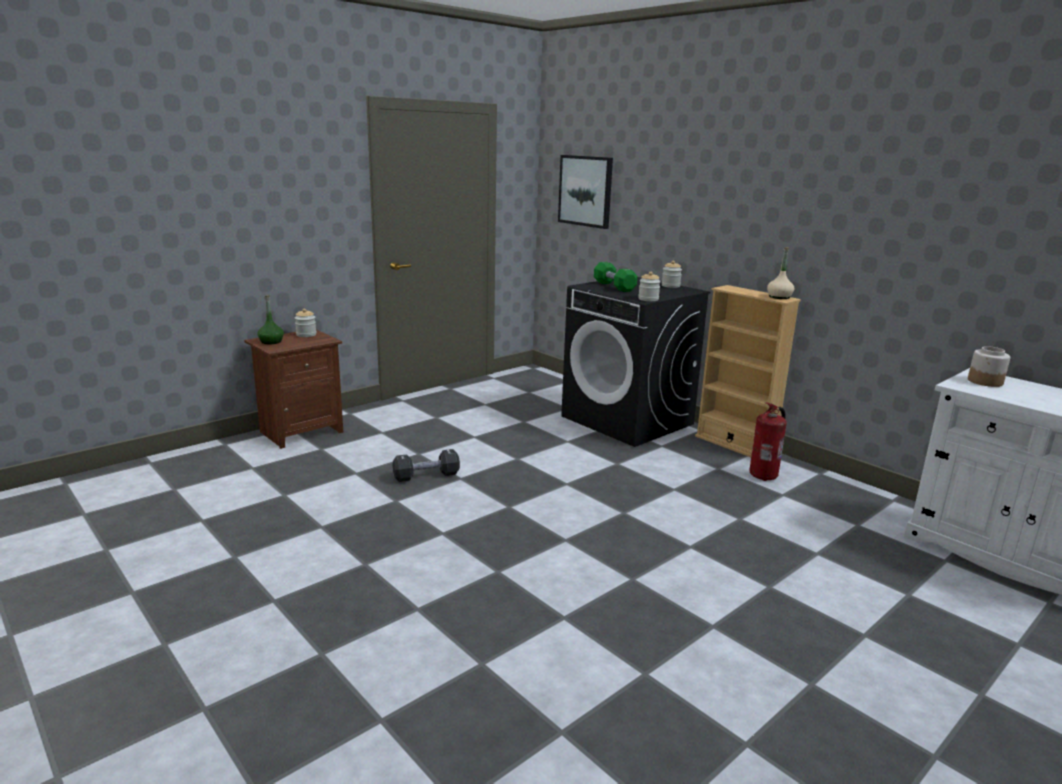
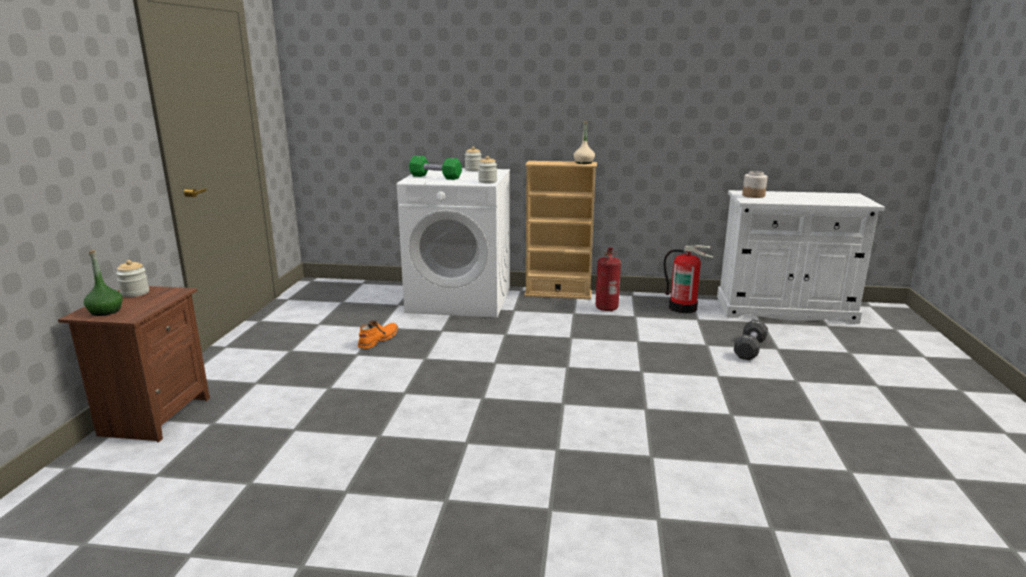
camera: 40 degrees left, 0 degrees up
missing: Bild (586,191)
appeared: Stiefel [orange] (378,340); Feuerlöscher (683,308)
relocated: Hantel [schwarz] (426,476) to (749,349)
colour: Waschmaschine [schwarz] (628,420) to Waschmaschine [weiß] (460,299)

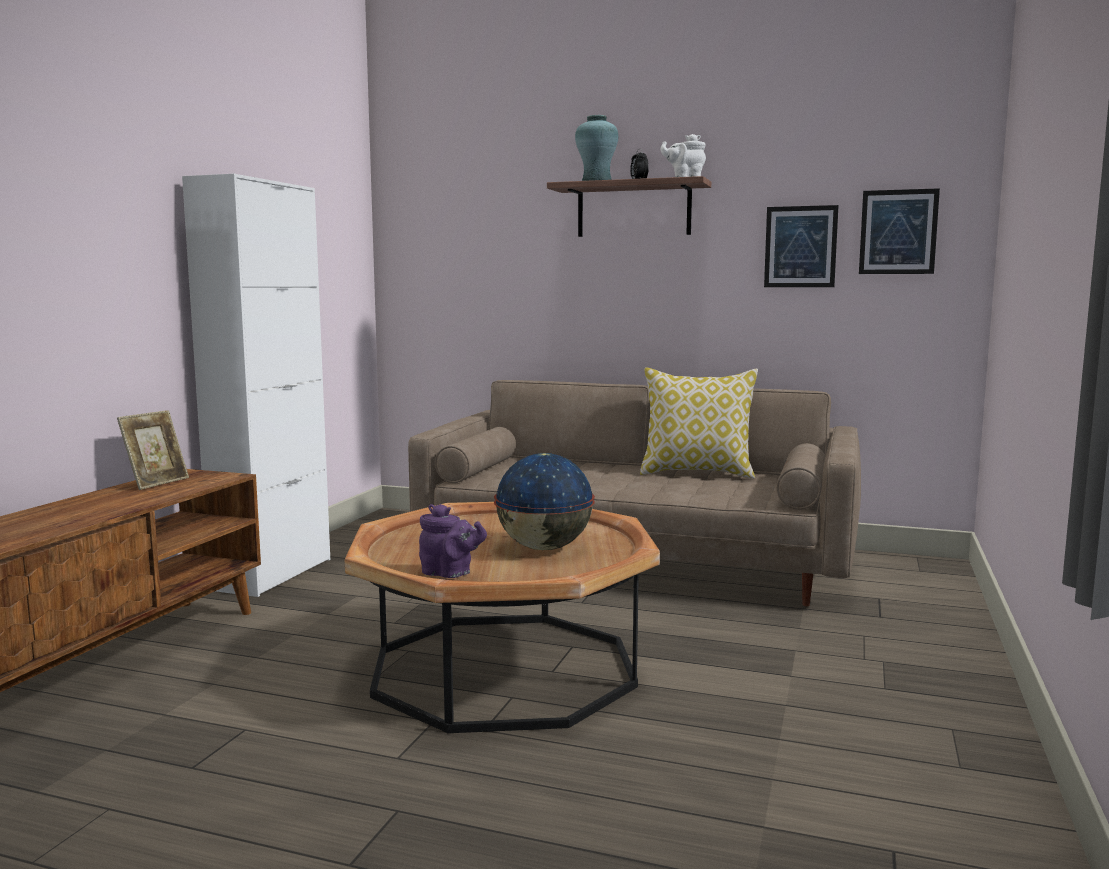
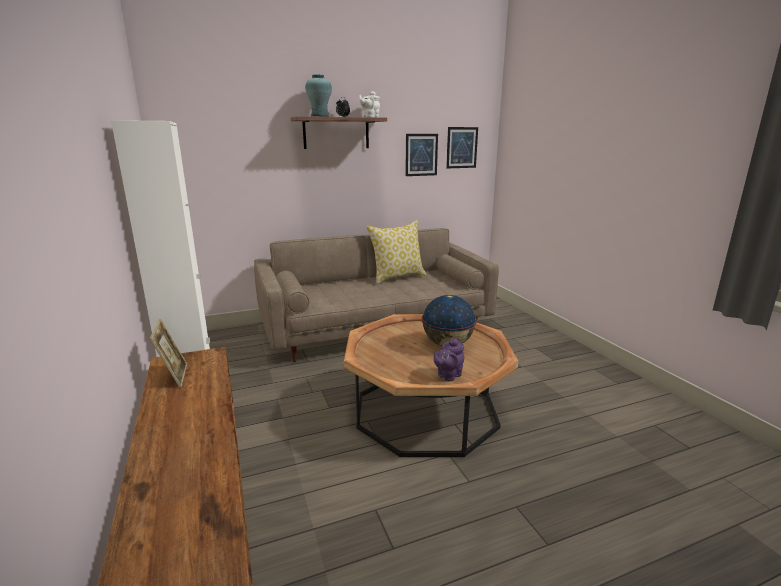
camera: 40 degrees left, 10 degrees up
spun: Teekanne [lila] (450,573) = (448,376) 150 degrees clockwise

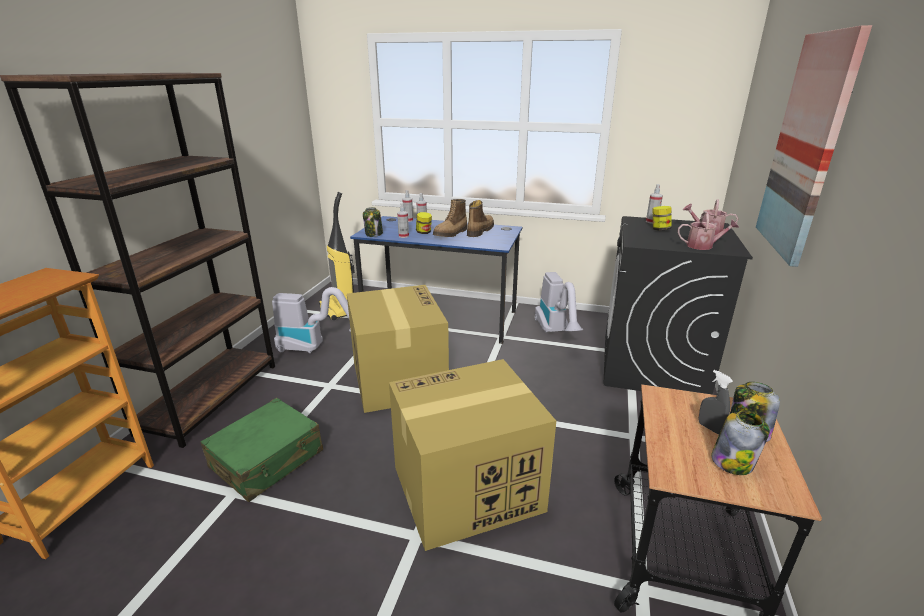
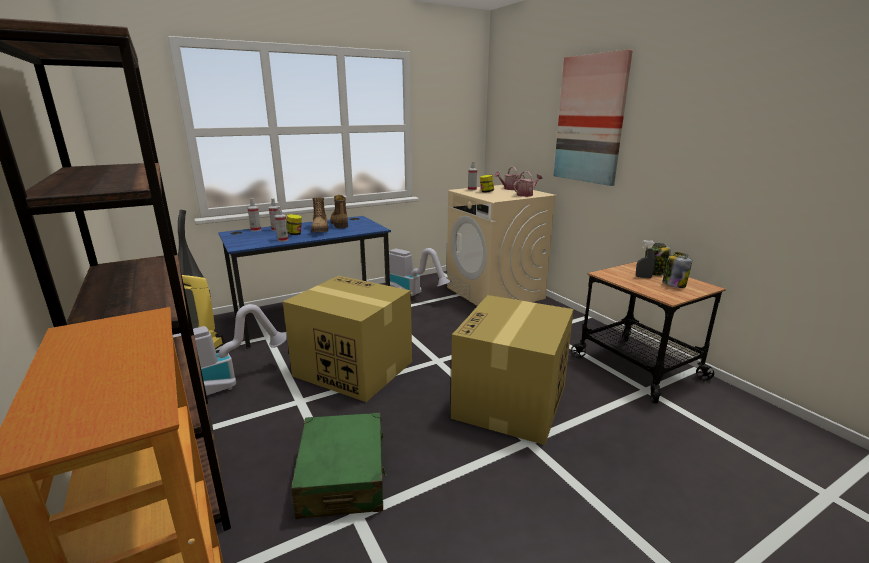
camera: 45 degrees left, 5 degrees down
missing: Vorratsglas (374,234)
colour: Waschmaschine [schwarz] (652,366) to Waschmaschine [beige] (495,293)

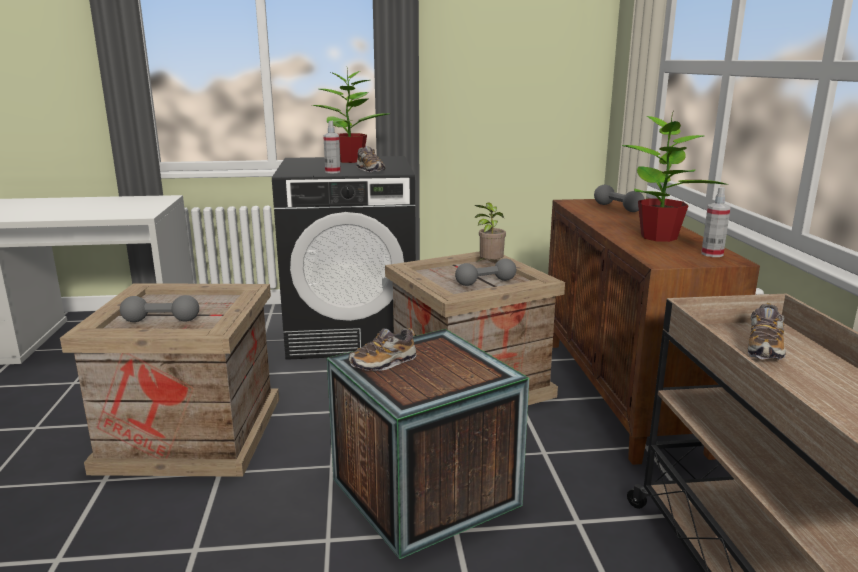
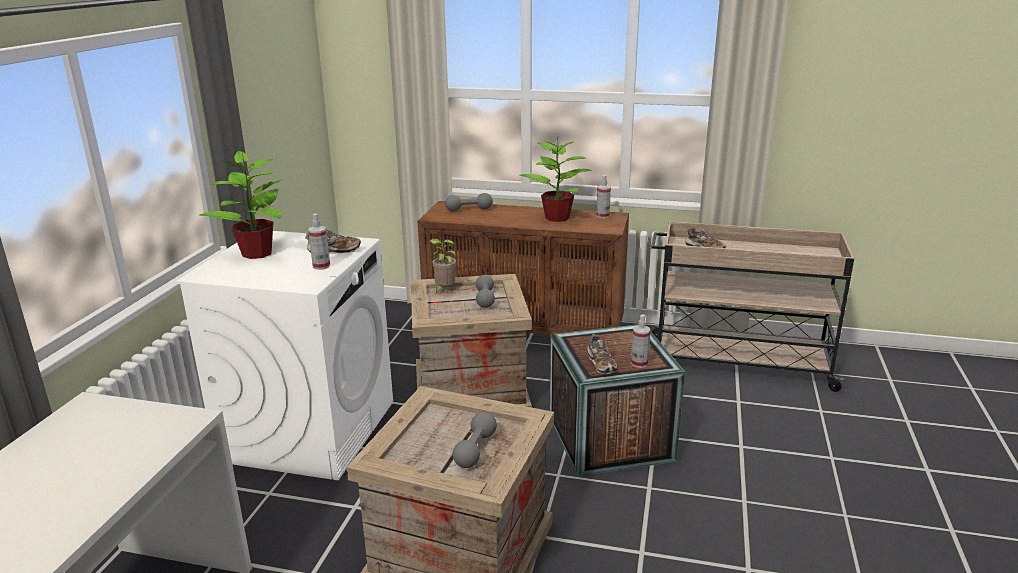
camera: 70 degrees left, 5 degrees up
appeared: Sprühflasche (639,363)
colour: Waschmaschine [schwarz] (352,333) to Waschmaschine [weiß] (309,430)

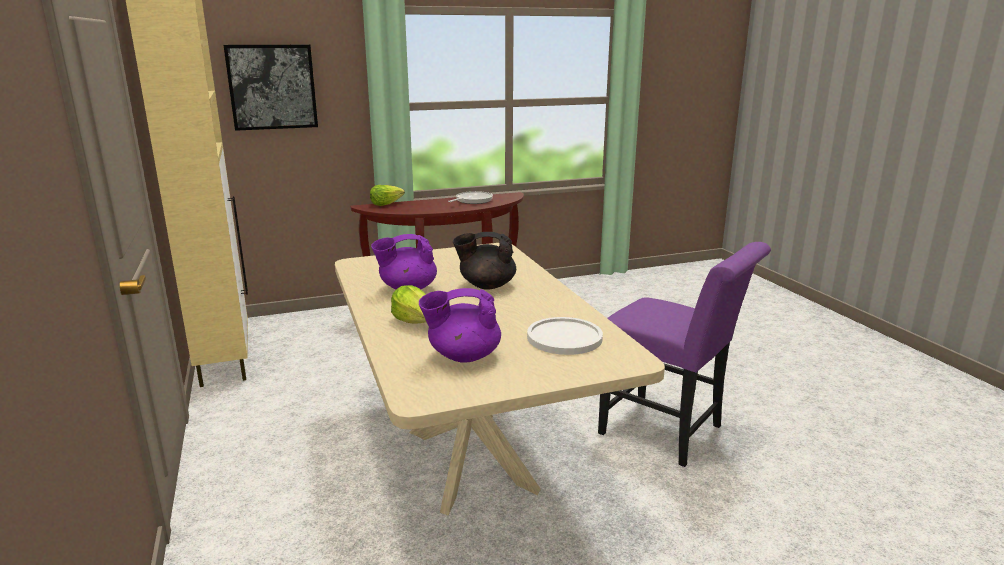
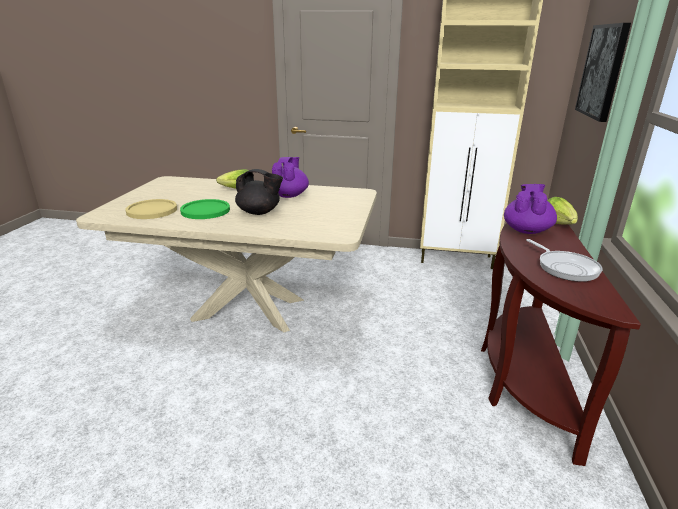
camera: 120 degrees right, 5 degrees up
missing: Stuhl [lila] (669,433)
appeared: Teller [grün] (205,210)
relocated: Teekanne [lila] (463,356) to (526,230)
colour: Teller [weiß] (564,338) to Teller [gelb] (152,210)
spun: Teekanne [schwarz] (486,285) = (259,212) 75 degrees clockwise

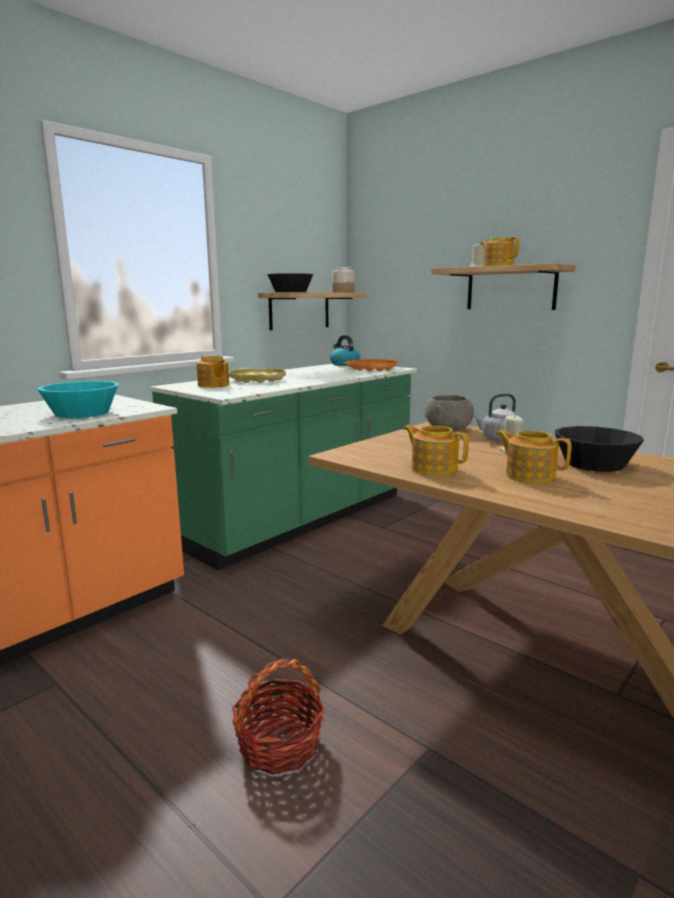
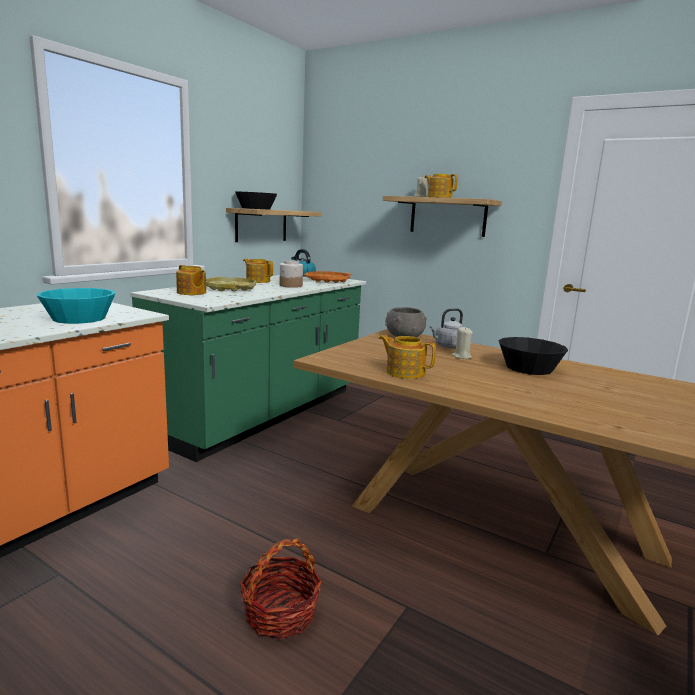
camera: 10 degrees left, 0 degrees up
relocated: Vorratsglas (343,292) to (291,286); Teekanne (529,476) to (258,281)

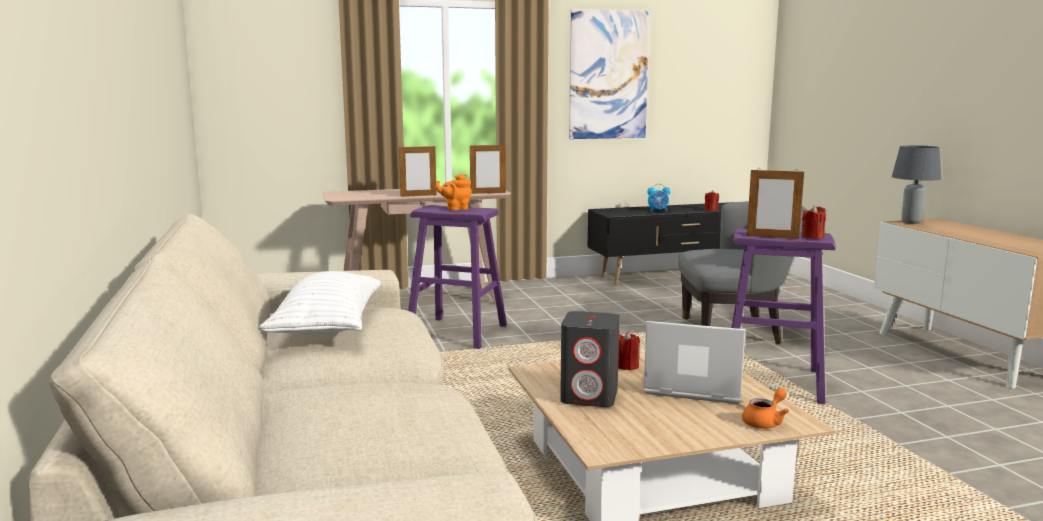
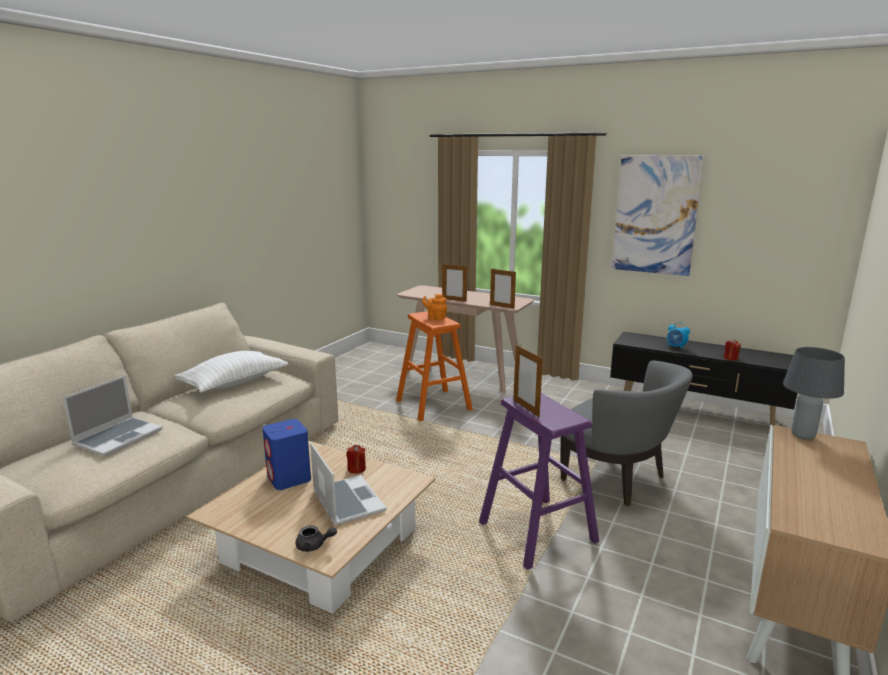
camera: 45 degrees right, 5 degrees up
missing: Kerze [rot] (812,237)
appeared: Laptop (119,437)
colour: Hocker [lila] (457,333) to Hocker [orange] (433,405); Lautsprecher [grau] (590,396) to Lautsprecher [blau] (289,478); Teekanne [orange] (765,422) to Teekanne [grau] (314,546)

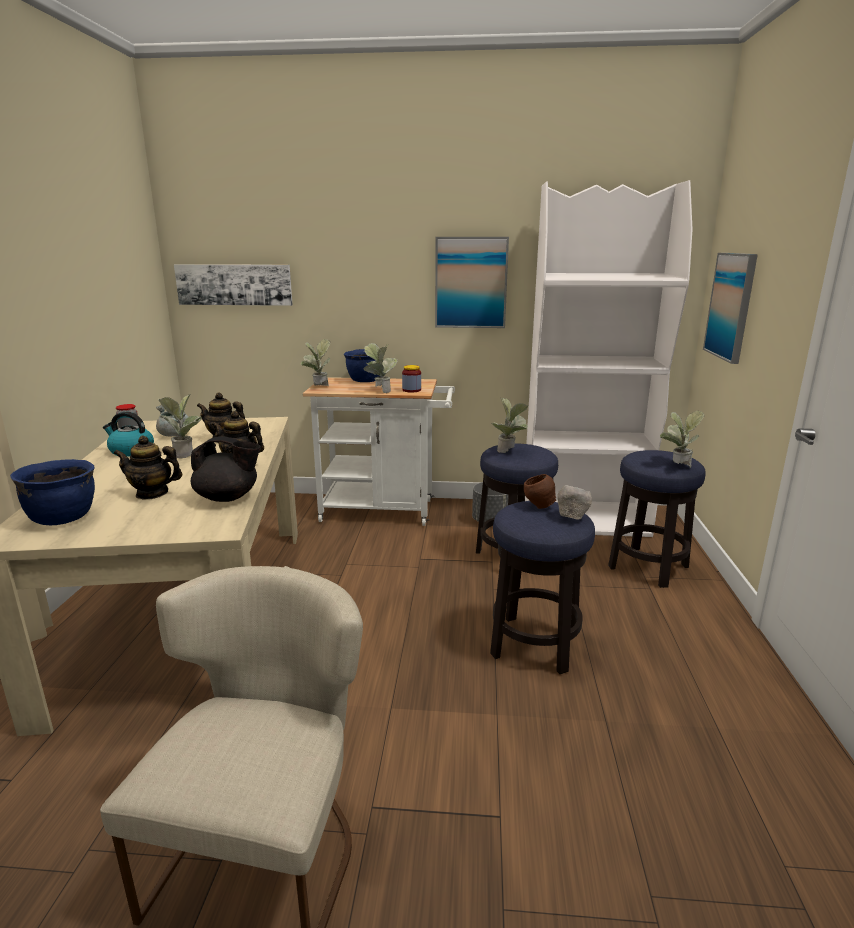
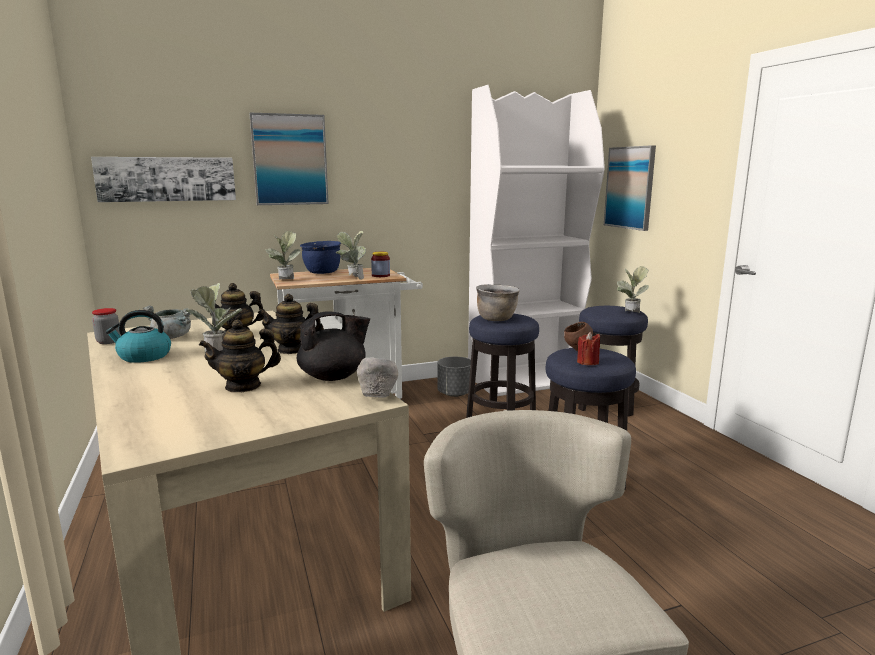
camera: 25 degrees left, 5 degrees down
missing: Kochtopf [blau] (63,518)
appeared: Kerze [rot] (587,362)
relocated: Bild (471,283) to (290,160); Schüssel [grau] (572,518) to (378,397)
exchanged: Topfpflanze (509,452) to Kochtopf [braun] (496,319)

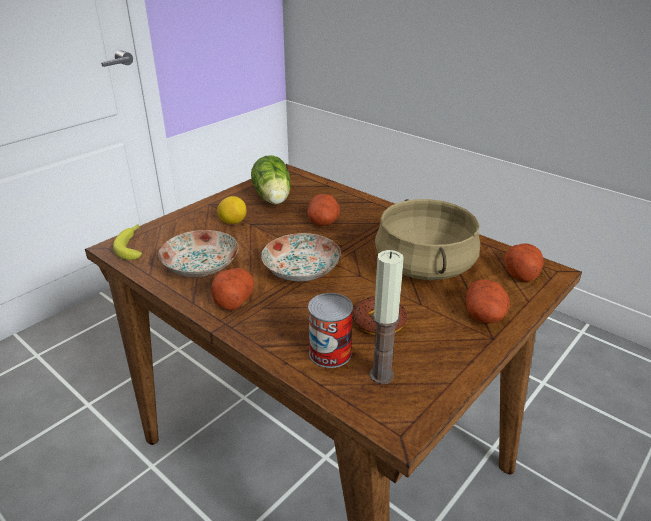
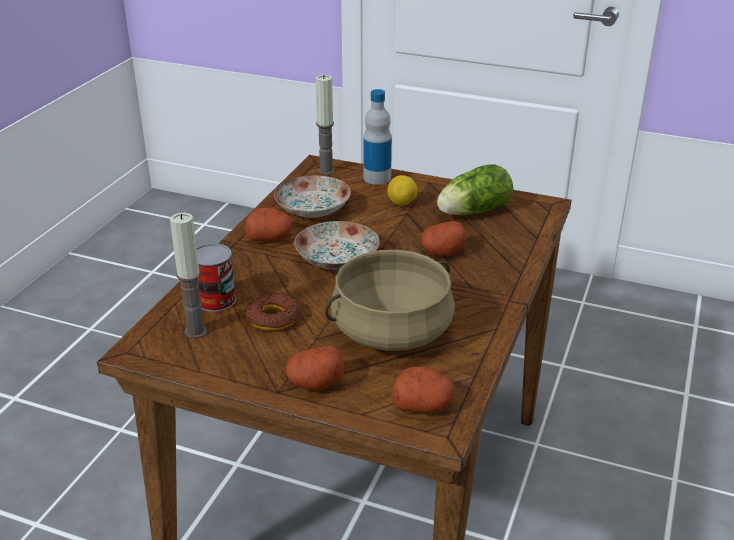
camera: 70 degrees right, 0 degrees up
appeared: Flasche (377,178)
exchanged: Banane (133,245) to Kerze (326,171)

